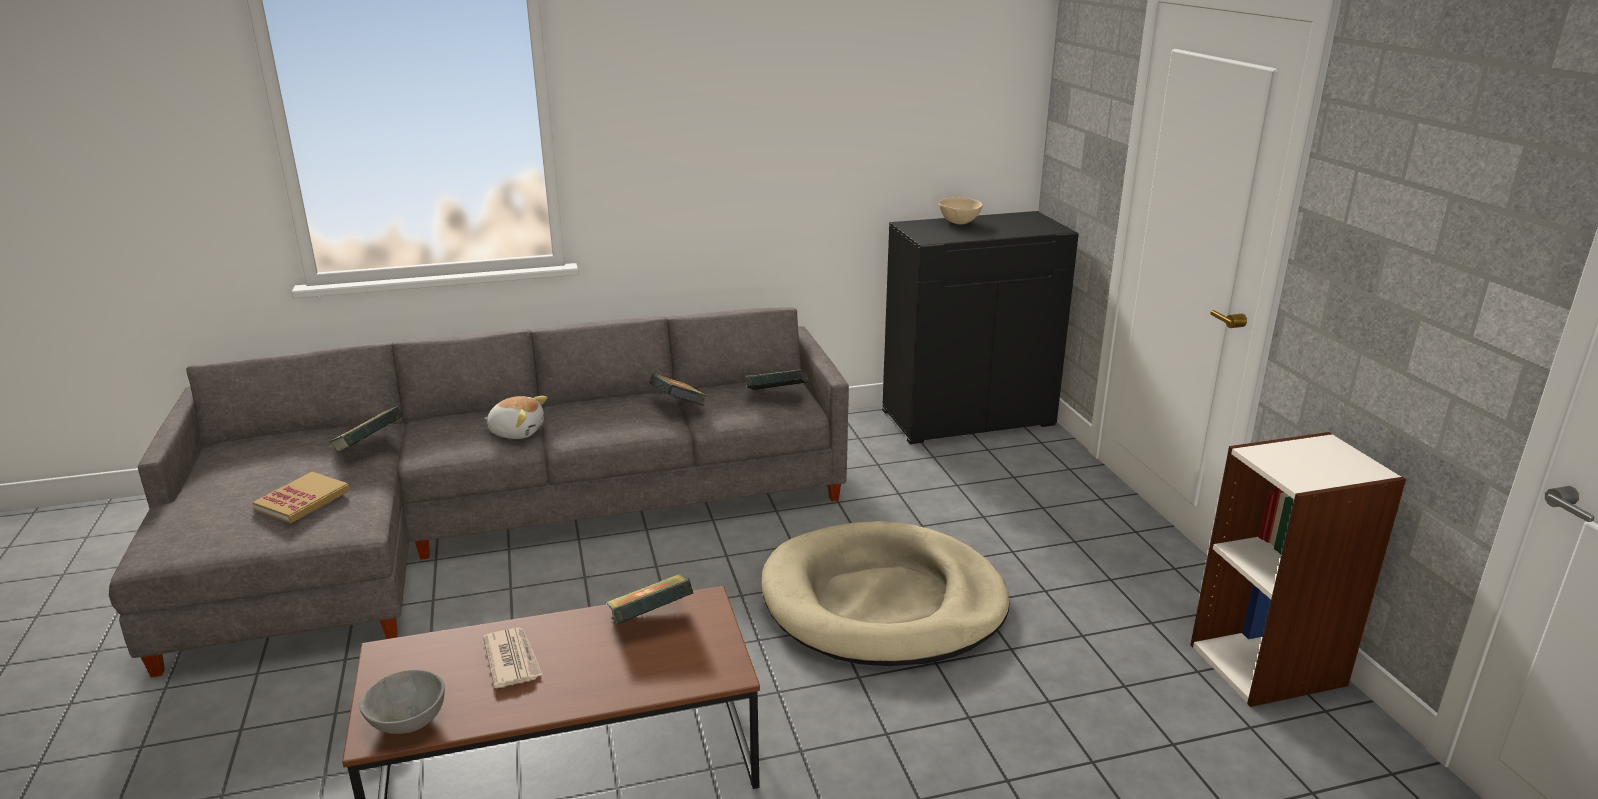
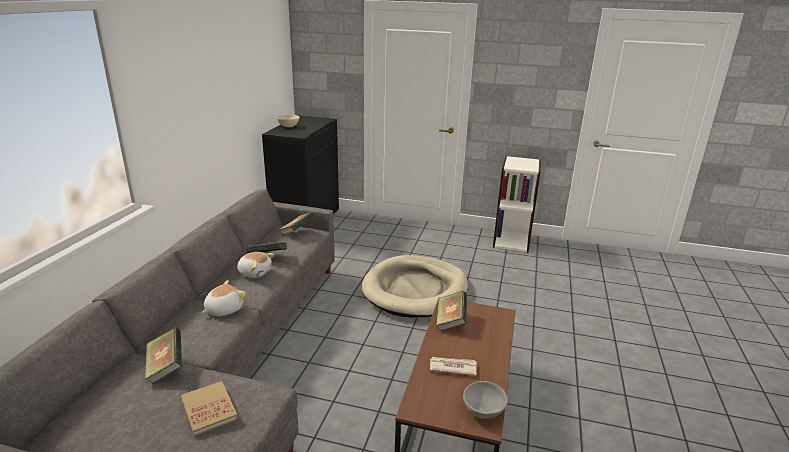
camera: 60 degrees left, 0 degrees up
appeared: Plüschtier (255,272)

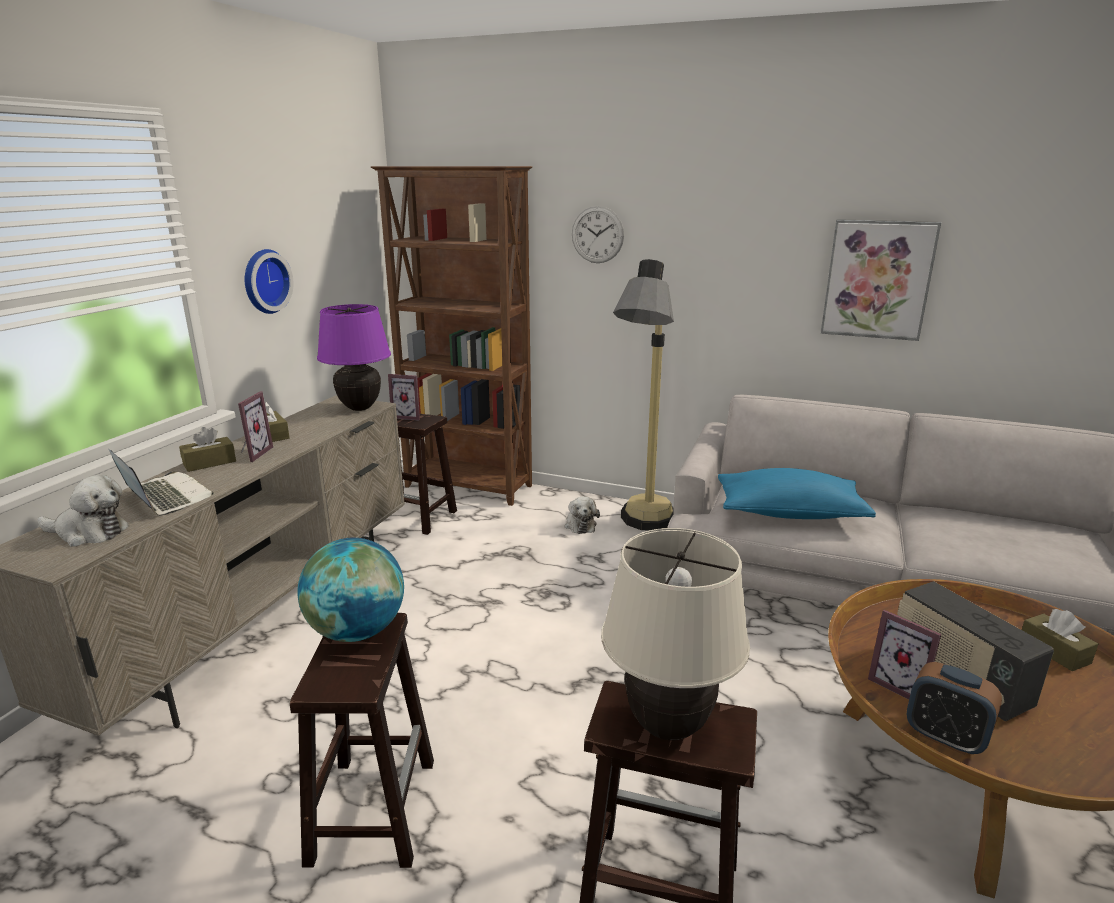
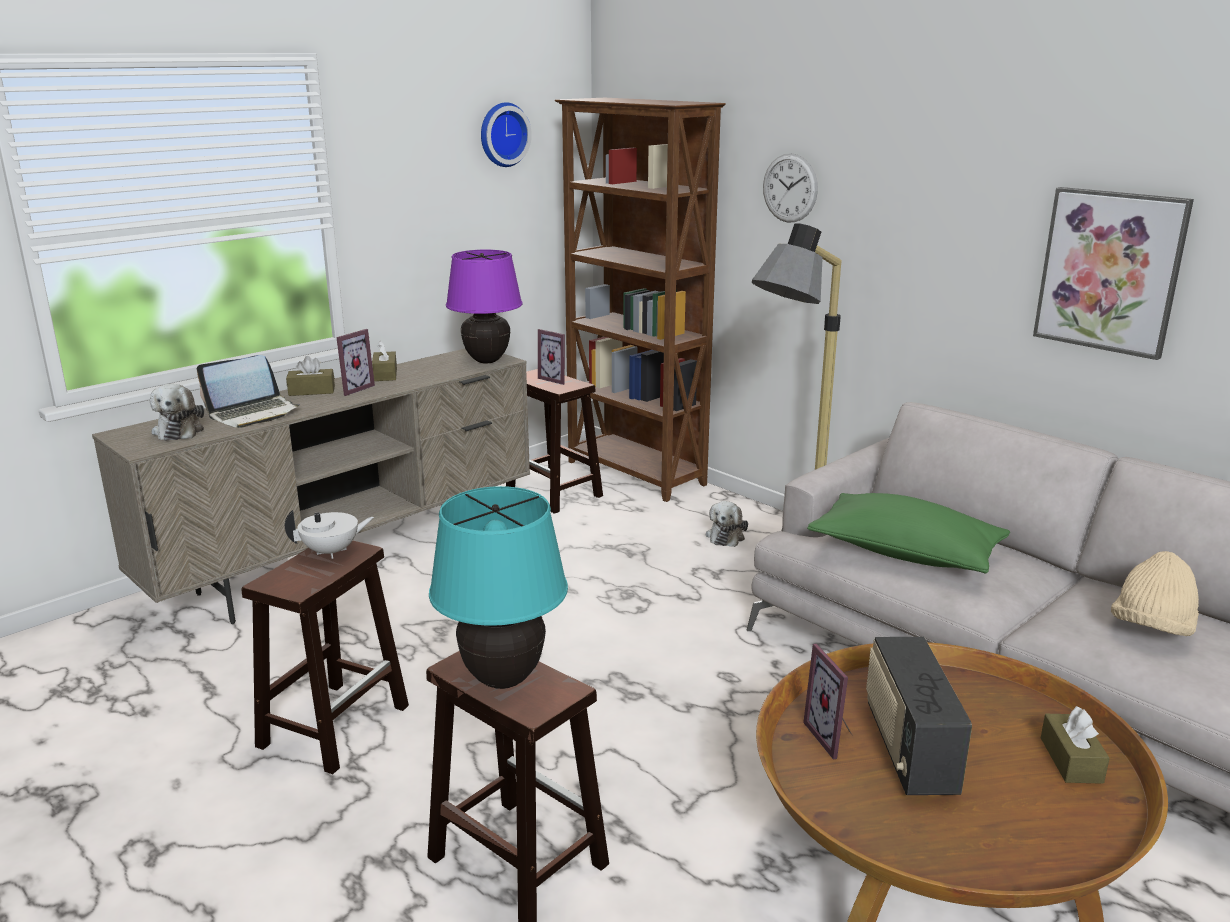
camera: 25 degrees right, 0 degrees up
missing: Wecker (945,737)
appeared: Hut [beige] (1151,629)
relocated: Wanduhr (264,281) to (502,134)
exchanged: Globus (357,631) to Teekanne [weiß] (332,552)
colour: Tischlampe [beige] (667,726) to Tischlampe [türkis] (503,679); Kissen [blau] (789,513) to Kissen [grün] (905,554)
spun: Plüschtier (88,532) = (179,430) 45 degrees clockwise; Laptop (165,497) = (253,413) 75 degrees clockwise

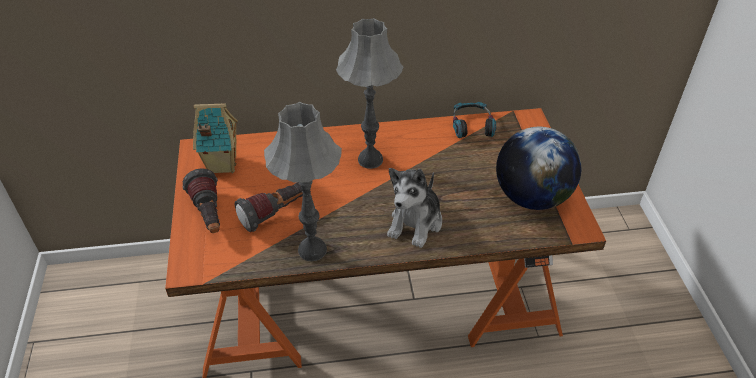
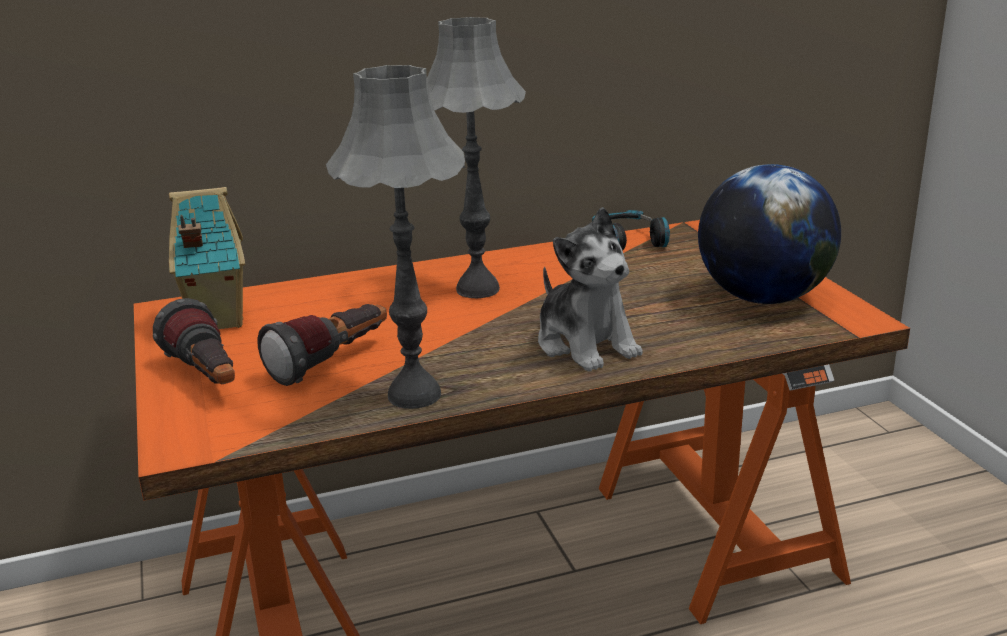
camera: 10 degrees left, 20 degrees down
spun: Plüschtier (416,223) = (586,344) 45 degrees counterclockwise

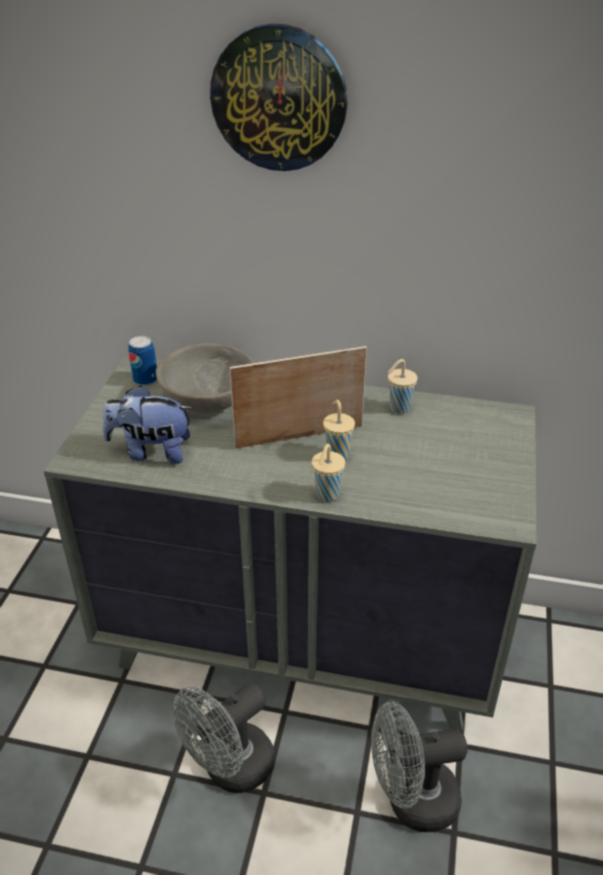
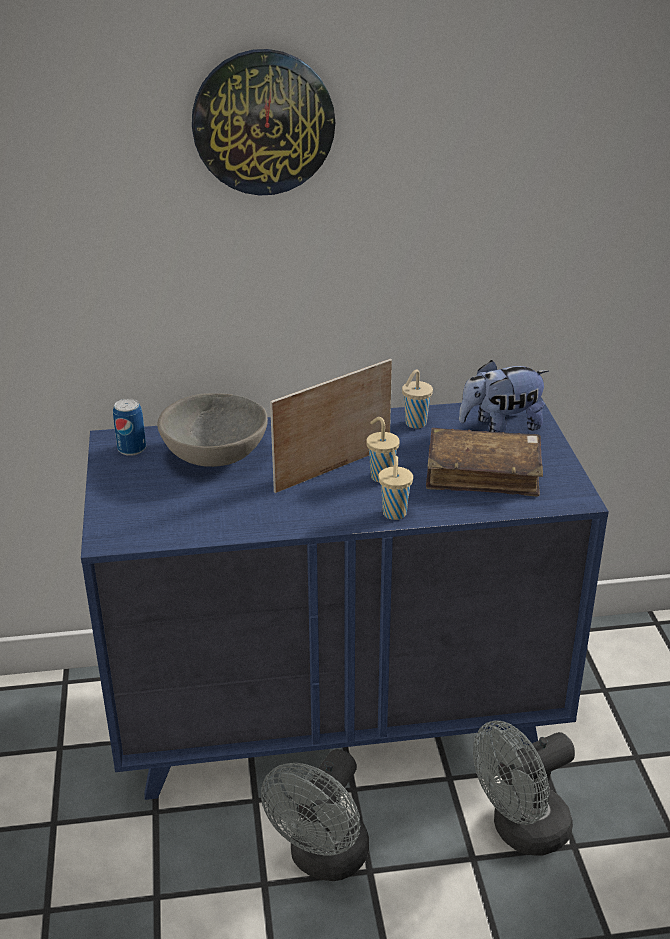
camera: 20 degrees left, 5 degrees down
appeared: Buch [braun] (483,473)
relocated: Plüschtier (151,451) to (501,426)
colour: Kommode [grau] (303,640) to Kommode [blau] (338,715)

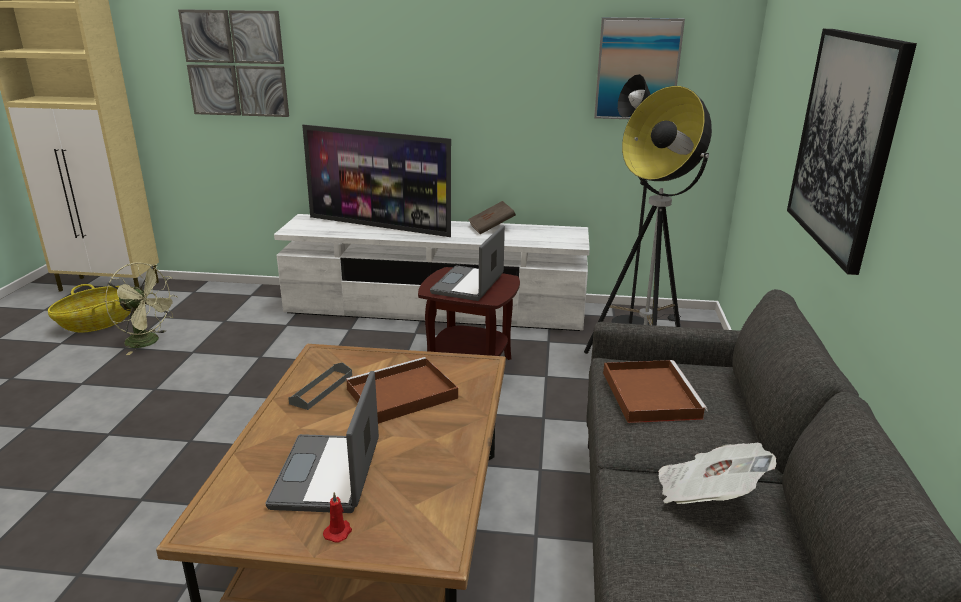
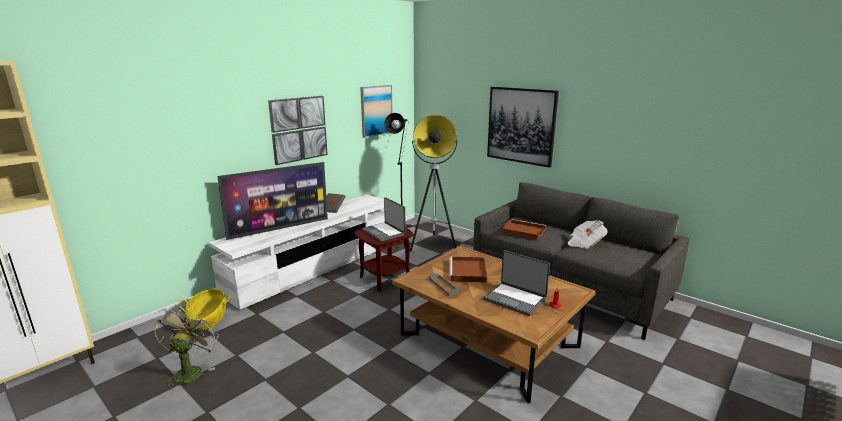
camera: 55 degrees left, 5 degrees down
relocated: Korb (98,323) to (208,319); Bild (236,64) to (299,129)
spun: Ventilator [grün] (148,342) = (190,371) 60 degrees counterclockwise

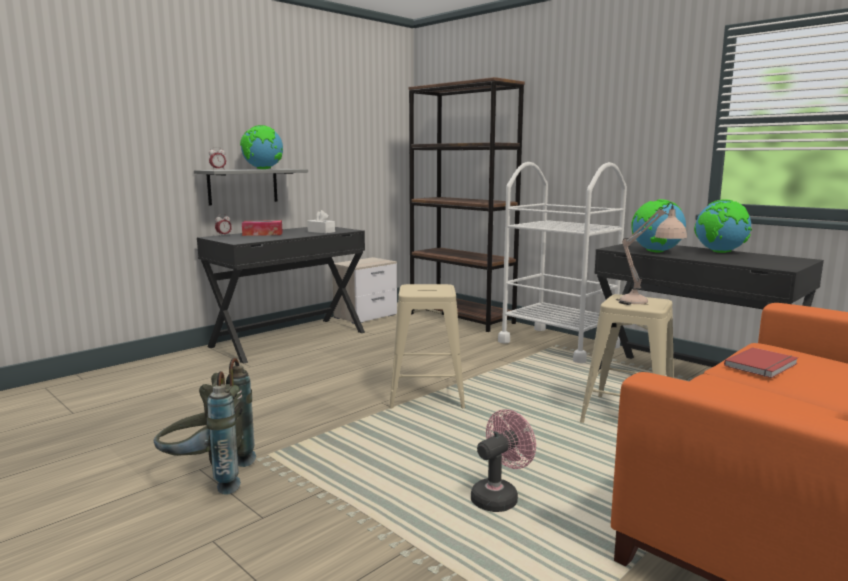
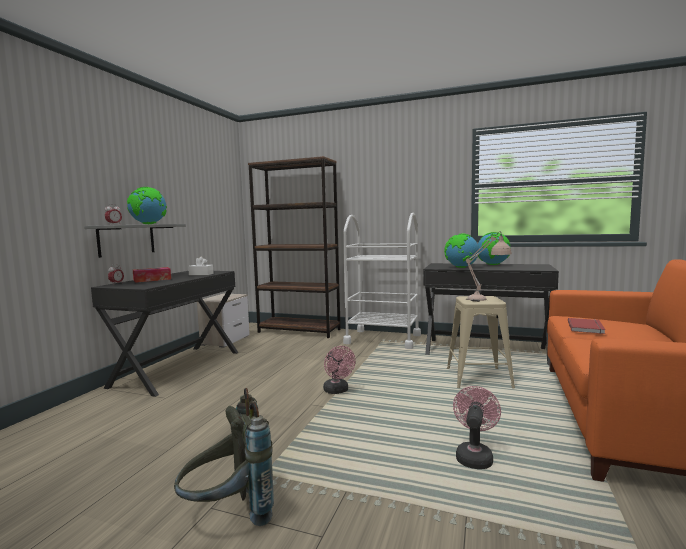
camera: 25 degrees left, 5 degrees down
exchanged: Hocker [beige] (426,395) to Ventilator [rosa] (337,391)

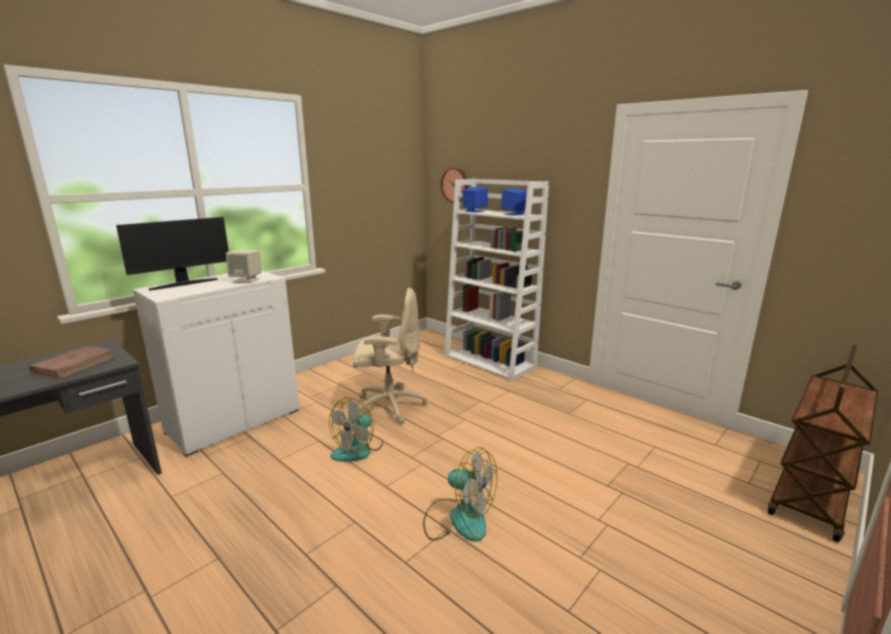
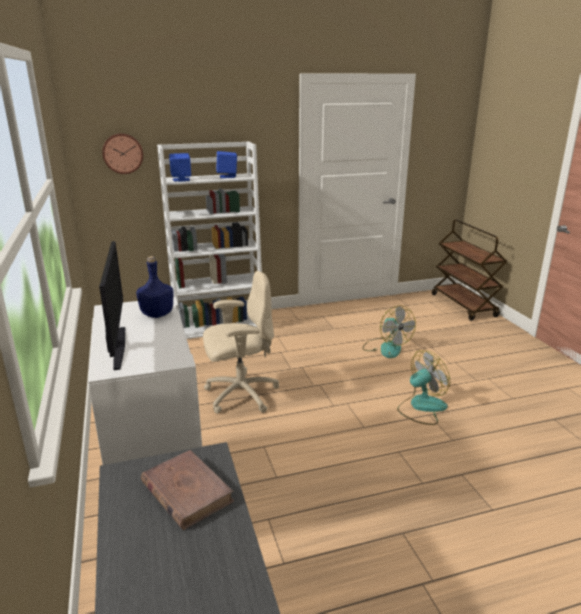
camera: 60 degrees left, 5 degrees up
relocated: Ventilator (358,449) to (386,347)
exchanged: Lautsprecher [beige] (247,280) to Flasche [blau] (157,314)
spun: Bürostuhl [beige] (388,406) = (240,394) 45 degrees clockwise

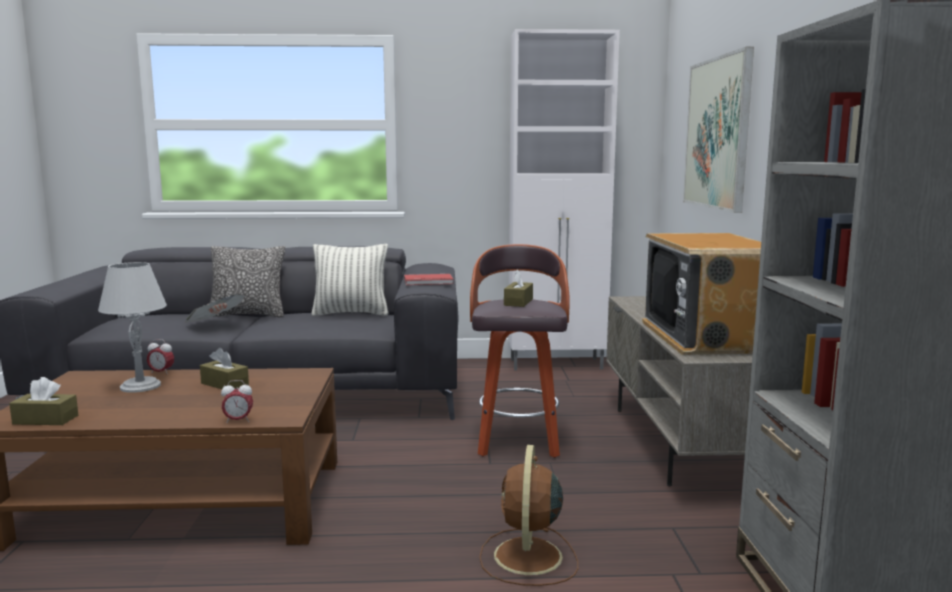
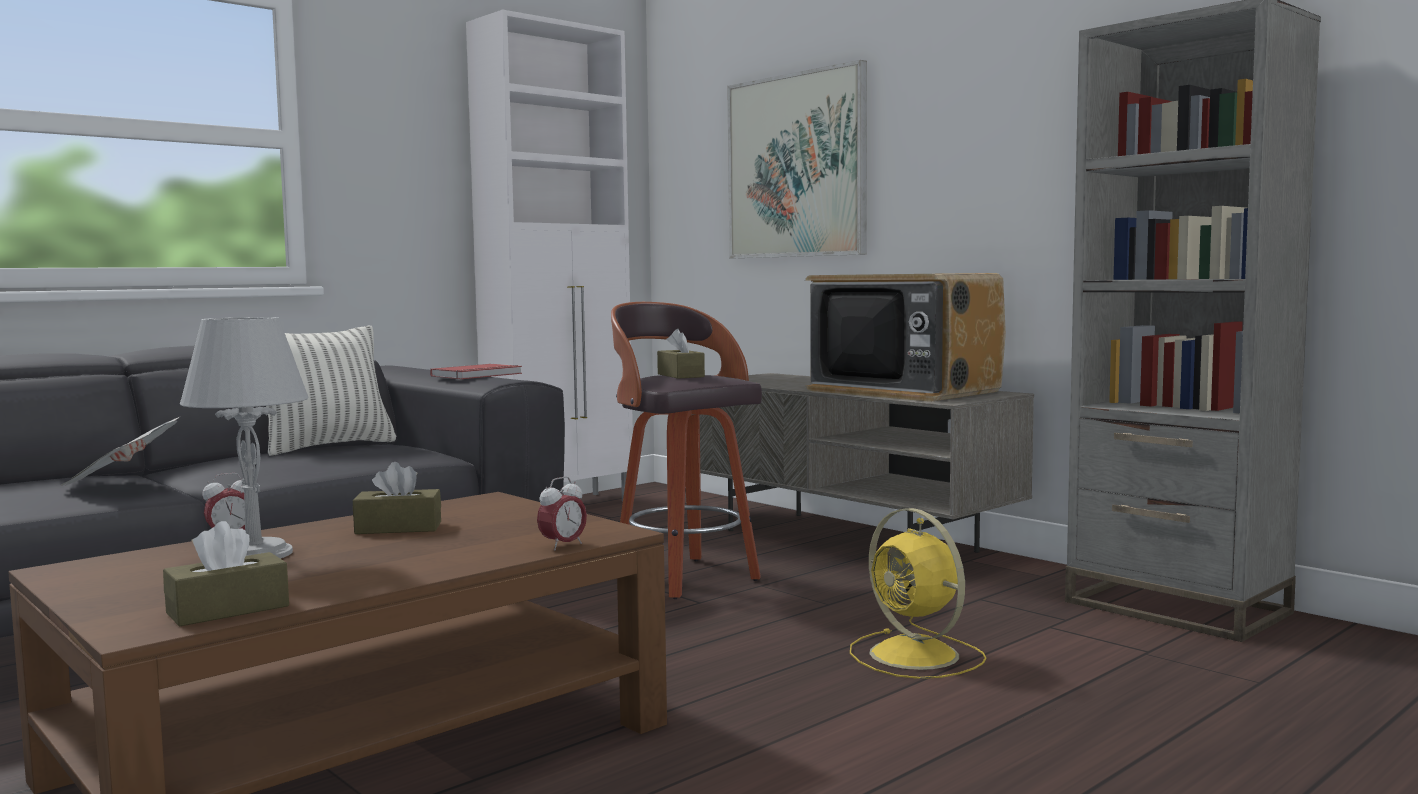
camera: 40 degrees left, 5 degrees down
missing: Kissen (248,315)
colour: Ventilator [braun] (527,558) to Ventilator [gelb] (917,656)

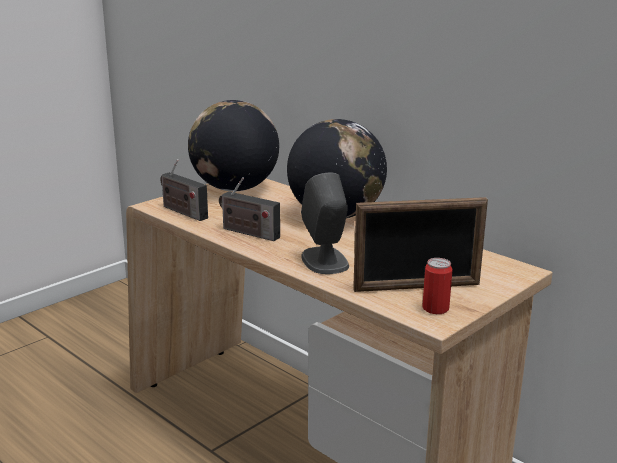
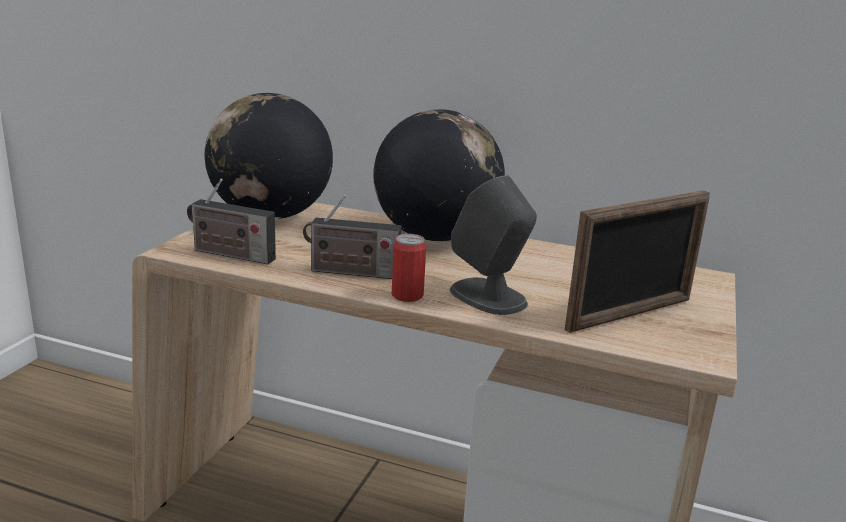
camera: 25 degrees left, 0 degrees up
relocated: Dose (435,308) to (407,295)

